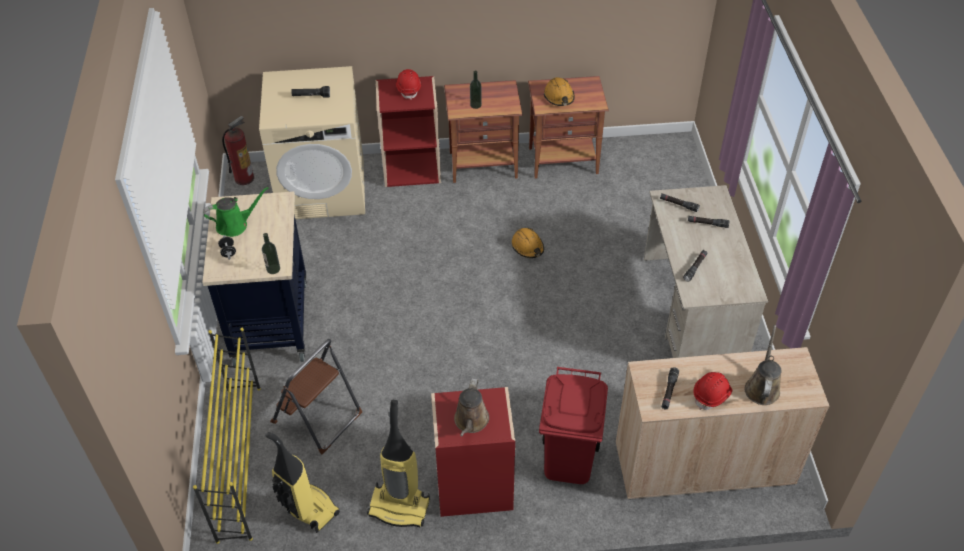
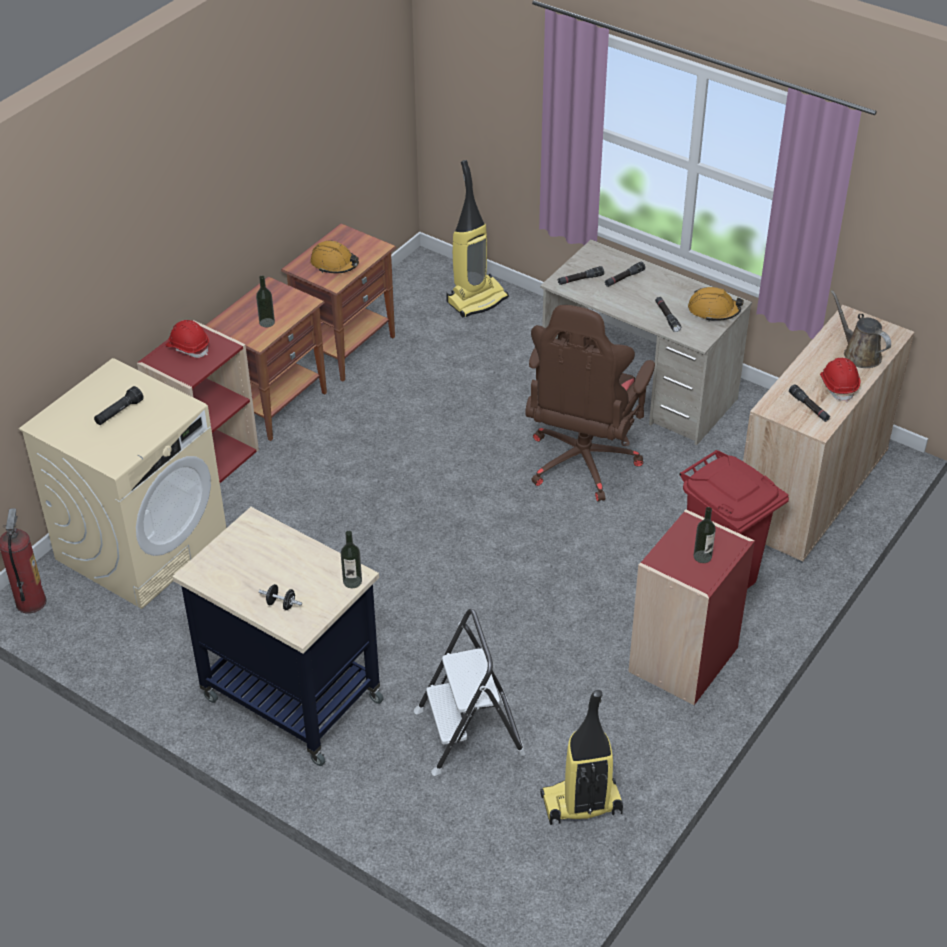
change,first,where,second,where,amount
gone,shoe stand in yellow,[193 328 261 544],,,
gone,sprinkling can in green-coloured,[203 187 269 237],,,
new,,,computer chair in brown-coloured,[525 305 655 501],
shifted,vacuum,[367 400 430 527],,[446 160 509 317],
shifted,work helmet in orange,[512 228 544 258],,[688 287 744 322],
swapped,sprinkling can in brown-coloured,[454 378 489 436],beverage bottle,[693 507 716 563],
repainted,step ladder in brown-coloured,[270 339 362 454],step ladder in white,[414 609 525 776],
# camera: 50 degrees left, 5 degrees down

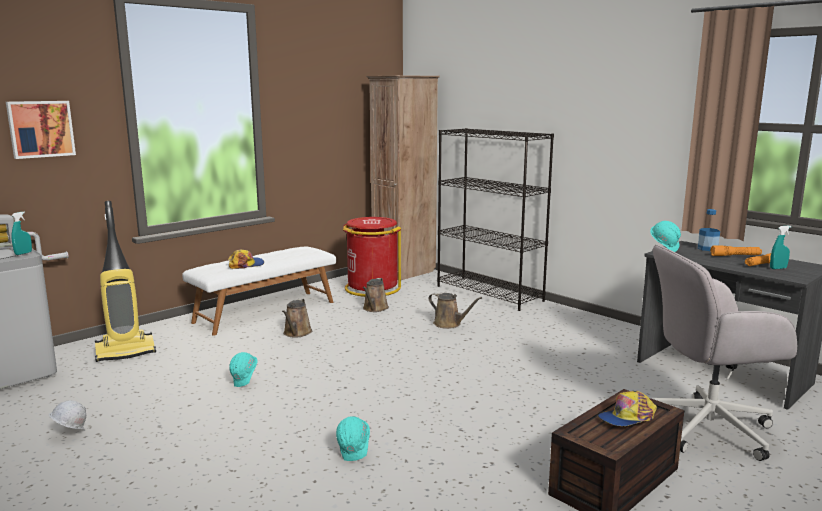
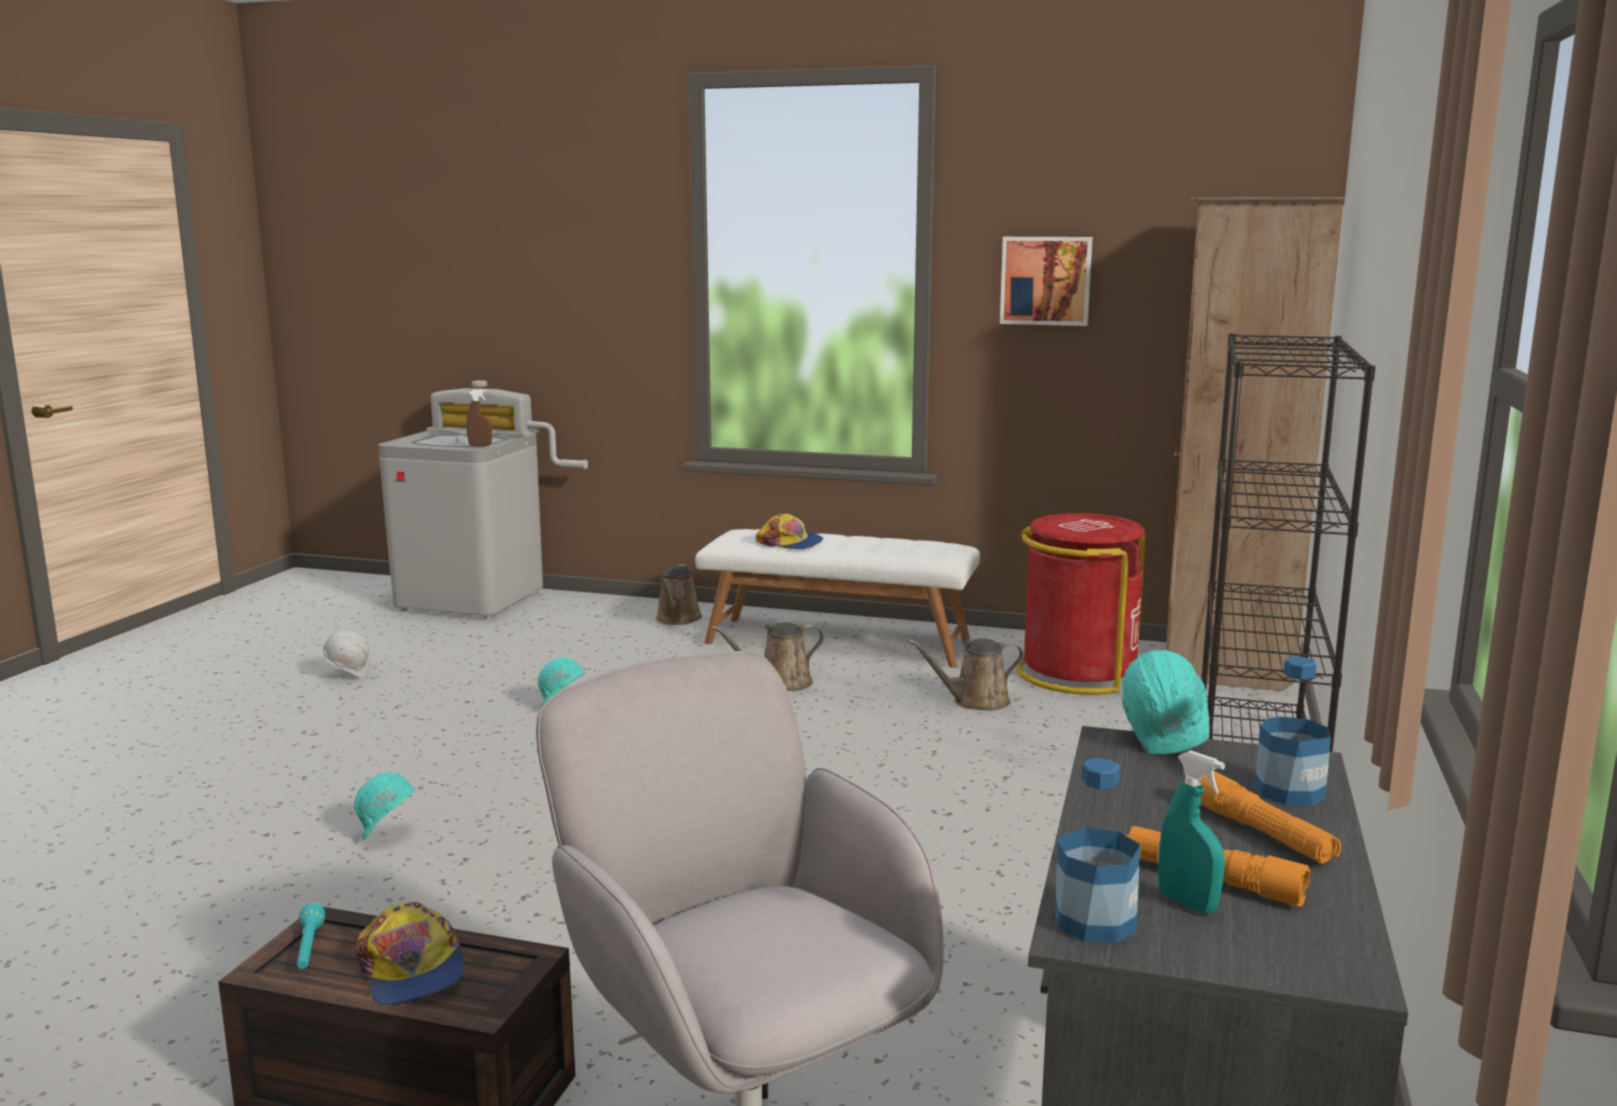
change,first,where,second,where,amount
gone,vacuum,[95 201 156 362],,,
new,,,hand torch in turquoise-coloured,[297 903 325 969],
new,,,beverage bottle,[1055 758 1140 943],
shifted,wall picture,[6 101 76 159],,[1000 237 1092 326],
shifted,sprinkling can in brown-coloured,[429 293 482 329],,[656 564 702 625],
repainted,spray bottle in turquoise-coloured,[11 212 32 255],spray bottle in brown-coloured,[466 389 492 446],
rotated,peaked cap,[598 391 657 426],,[357 902 464 1005],150 degrees counterclockwise
# camera: 60 degrees right, 0 degrees up

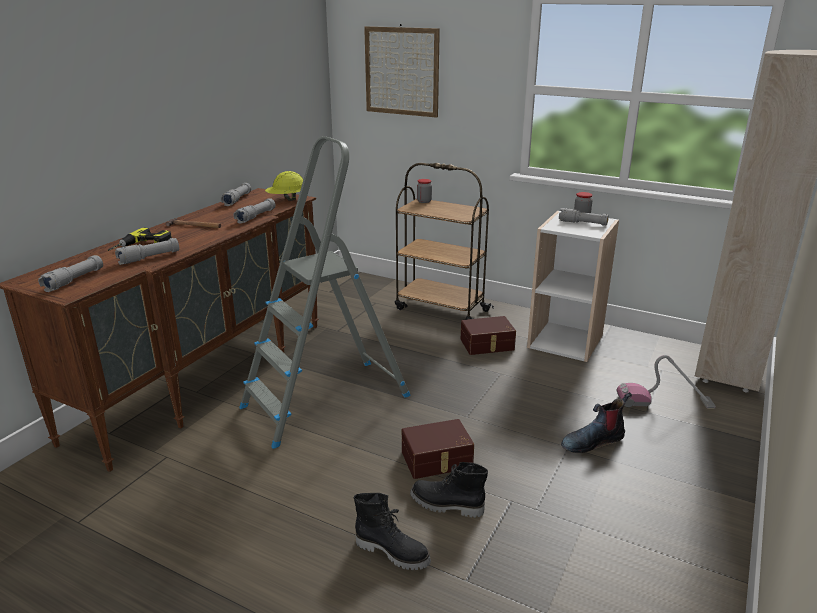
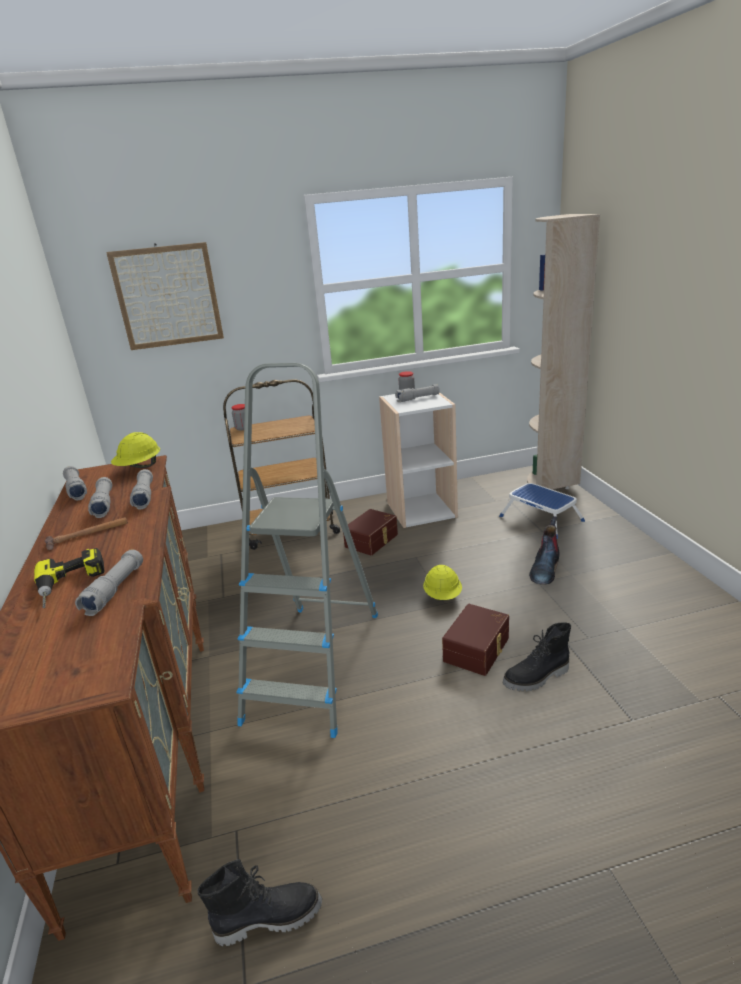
change,first,where,second,where,amount
new,,,work helmet in yellow,[423 565 462 600],
shifted,hand torch in grey,[38 255 103 292],,[88 477 112 518],
shifted,tall boot in black-coloured,[354 493 431 570],,[197 859 322 946],
swapped,vacuum,[617 355 716 409],step ladder in bluish,[499 483 585 539],
# camera: 40 degrees left, 0 degrees up

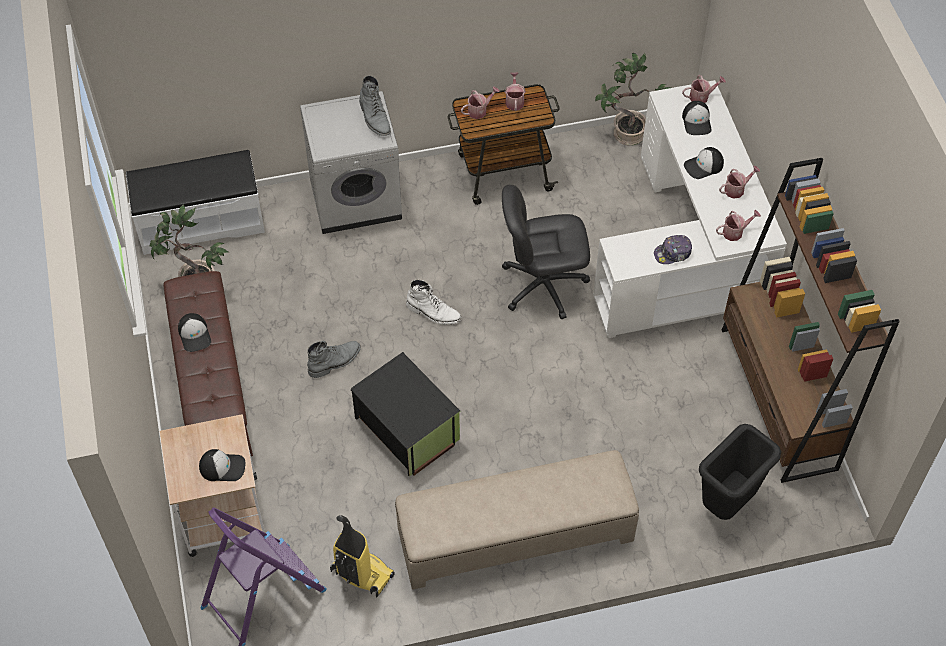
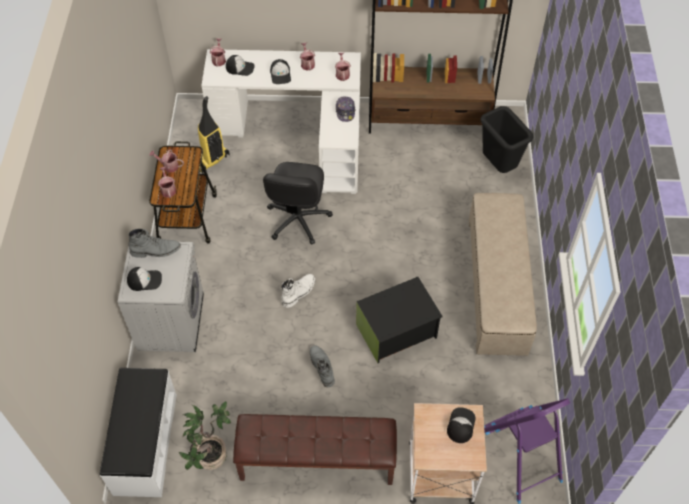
change,first,where,second,where,amount
gone,potted plant,[595 52 671 146],,,
shifted,peaked cap,[178 313 211 352],,[127 267 162 291],
shifted,vacuum,[330 515 395 597],,[193 96 230 174],
# camera: 75 degrees left, 0 degrees up

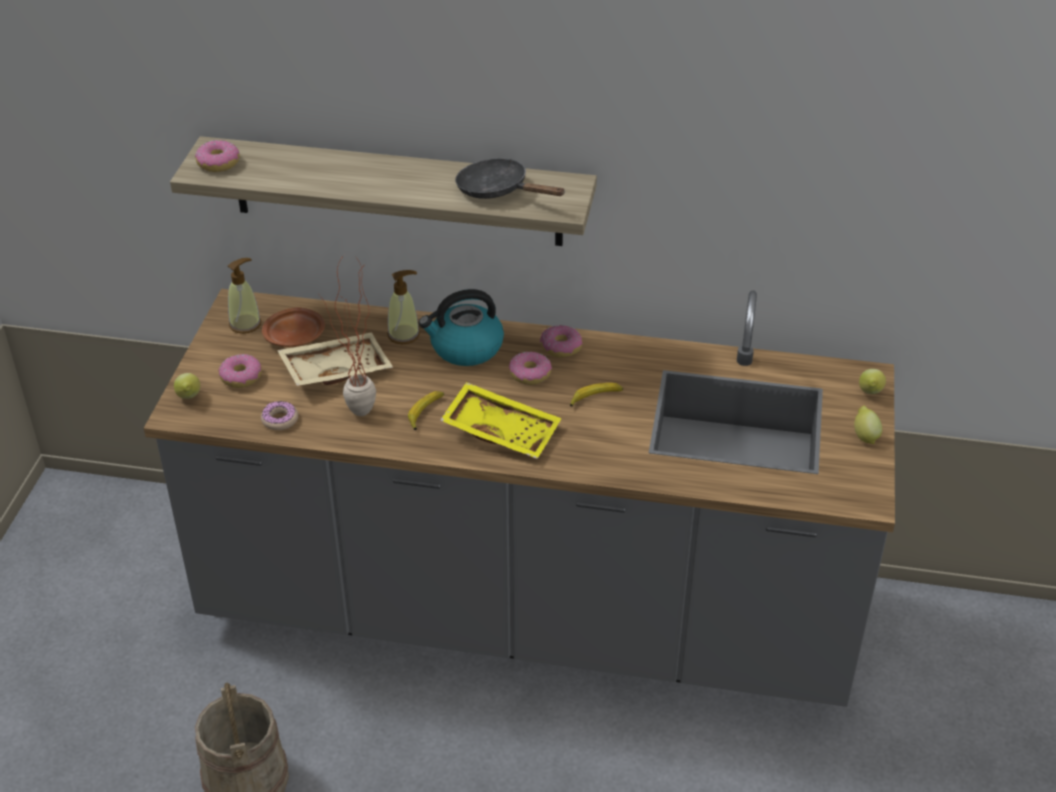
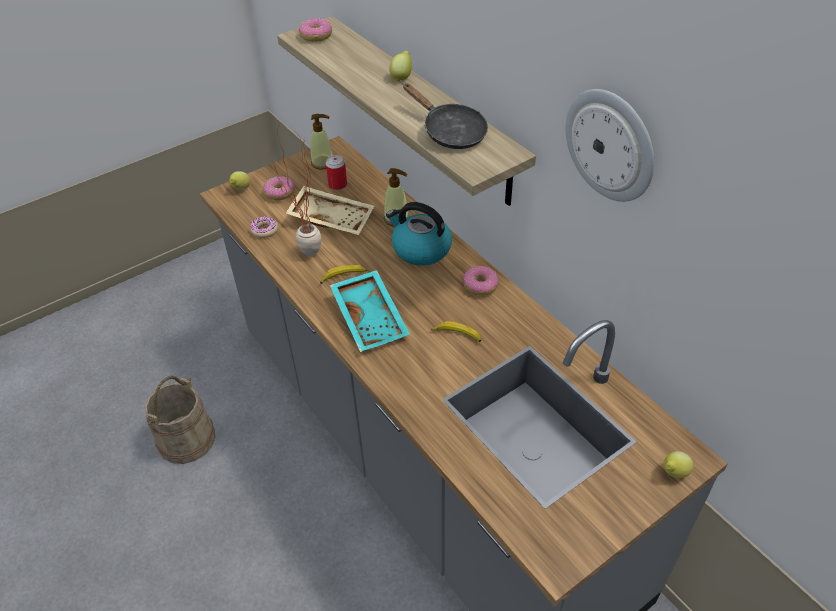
change,first,where,second,where,amount
gone,donut,[509 351 552 385],,,
new,,,clock on the wall,[565 89 654 202],
shifted,citrus fruit,[854 406 882 444],,[389 51 412 82],
swapped,plate in brown-coloured,[262 307 325 347],can,[326 155 347 190],
repainted,carrying tray in yellow,[440 382 562 459],carrying tray in turquoise-coloured,[330 270 410 352],
rotated,frying pan in black-coloured,[455 158 565 199],,[403 83 488 149],150 degrees clockwise
# camera: 45 degrees right, 5 degrees up

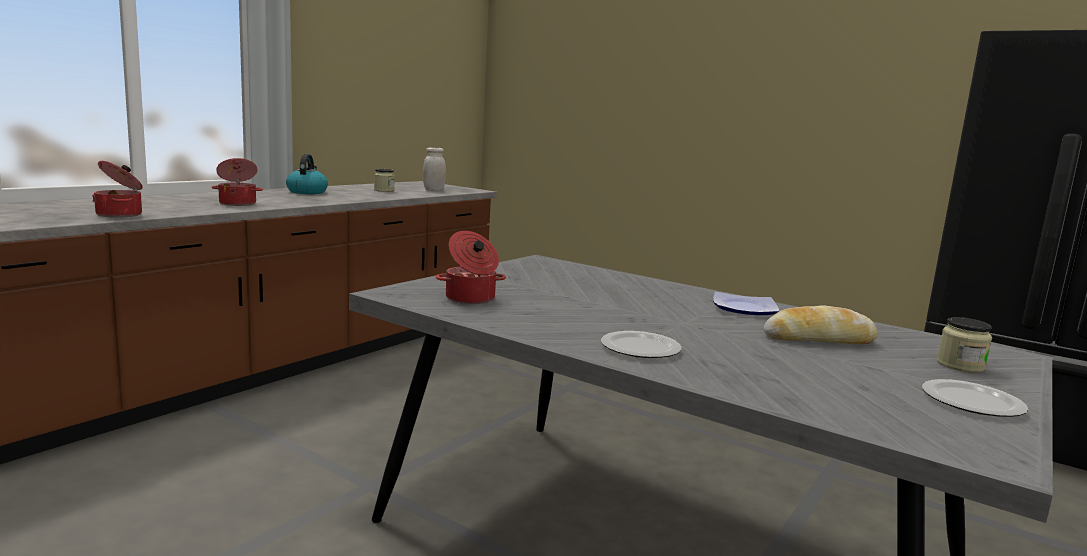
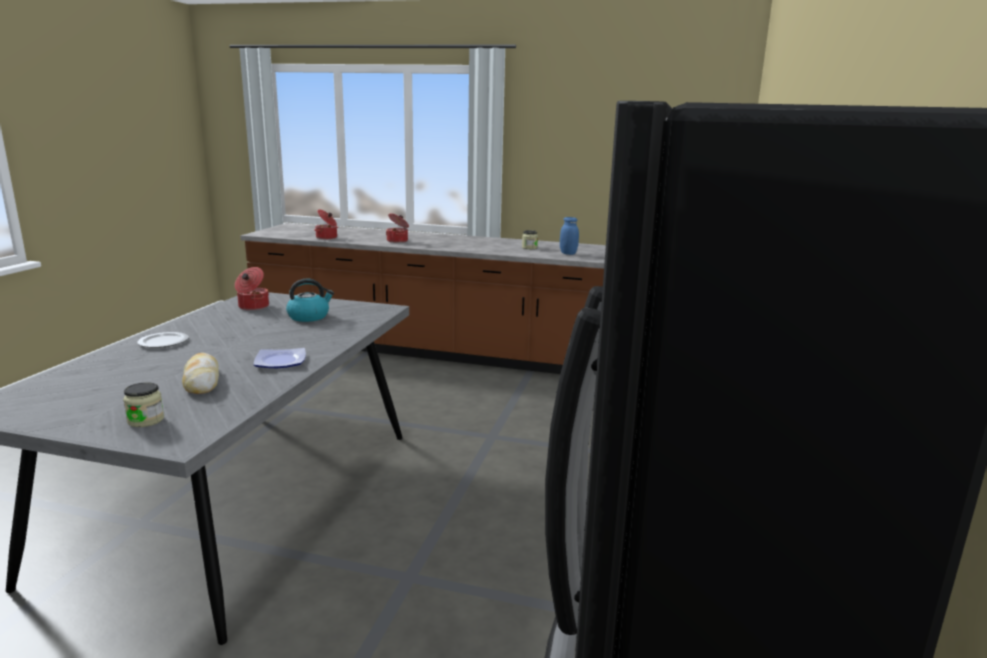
change,first,where,second,where,amount
gone,plate,[922 379 1028 417],,,
shifted,water kettle,[286 154 328 194],,[286 279 334 322],
repainted,preserve jar in white,[423 147 446 191],preserve jar in bluish,[560 217 579 255],
# camera: 70 degrees right, 5 degrees up

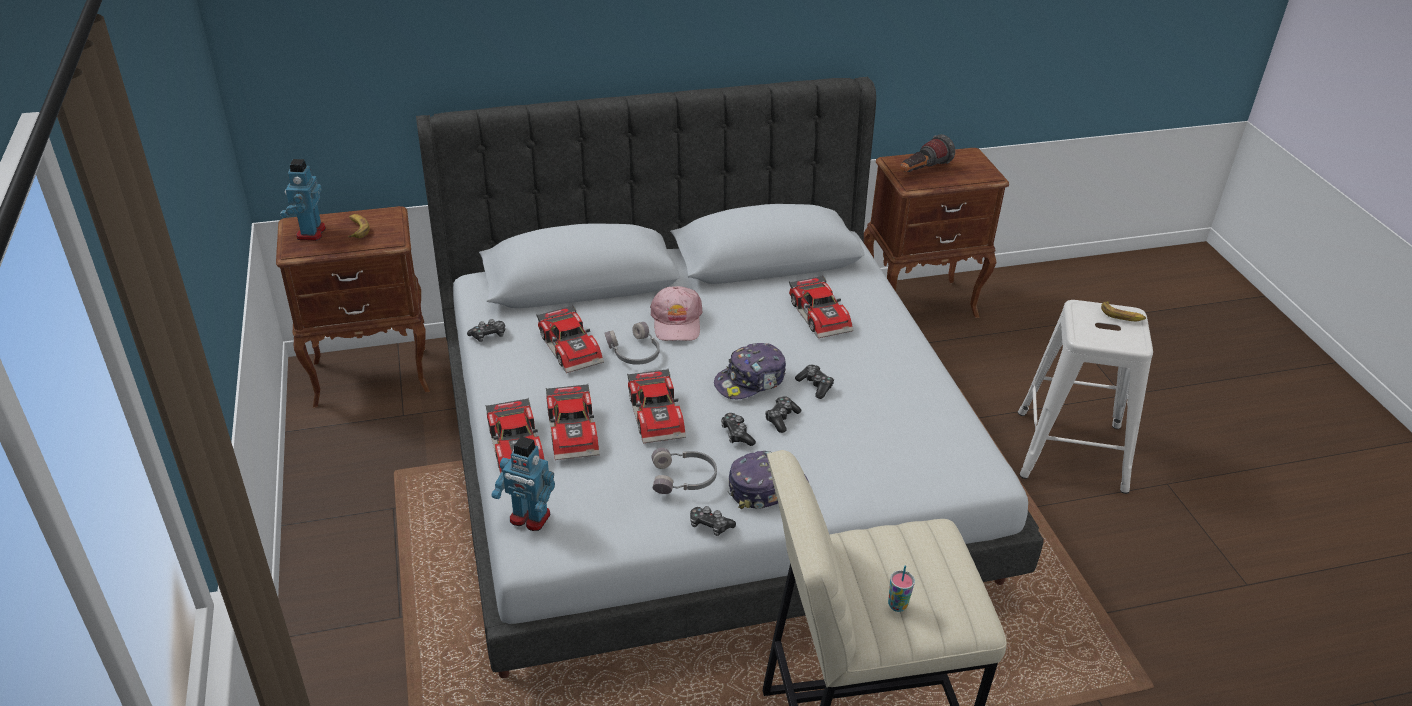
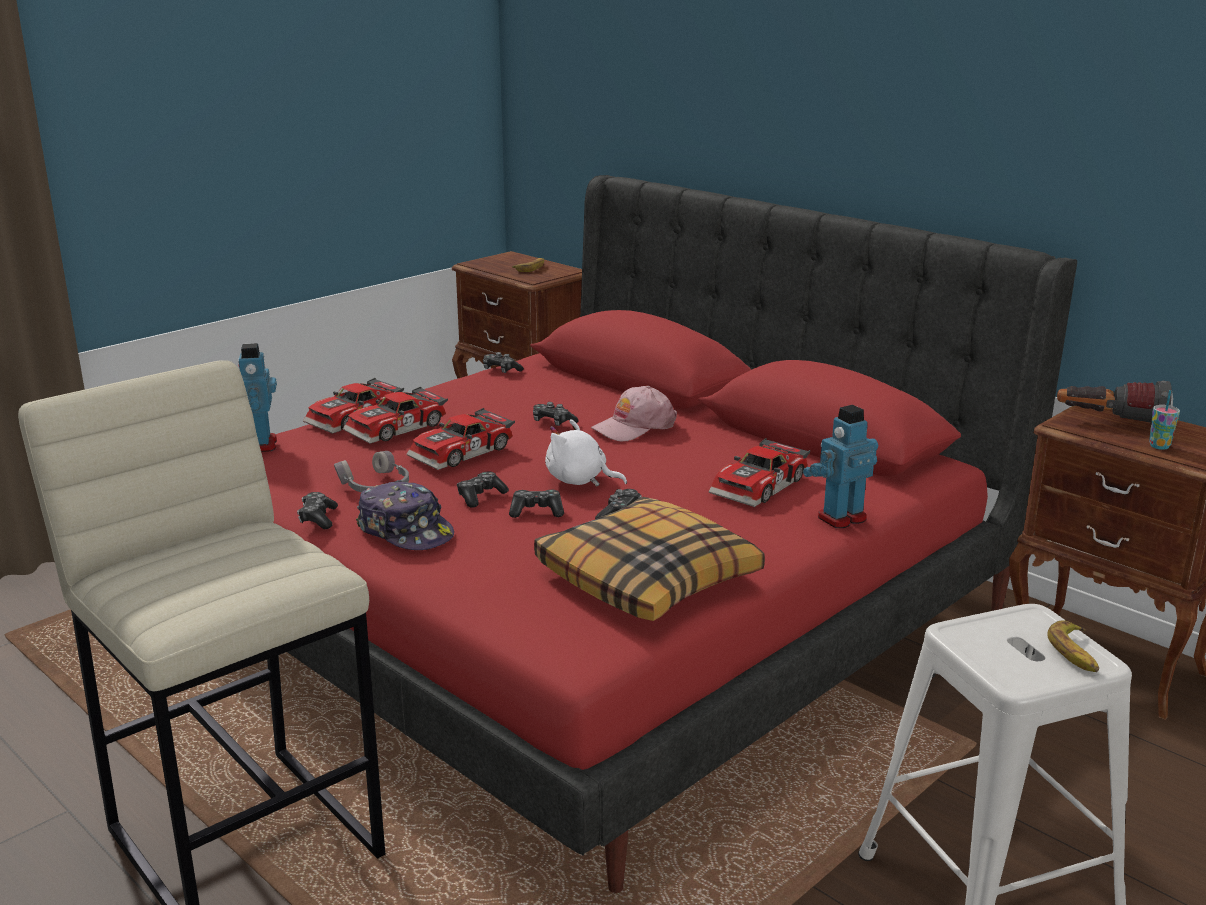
change,first,where,second,where,amount
gone,miniature car,[536 305 604 373],,,
new,,,cushion,[534 497 765 621],
shifted,robot figure,[280 159 326 241],,[803 405 878 528],
shifted,small cup,[888 565 915 612],,[1149 390 1180 450],
swapped,pair of headphones in grey,[604 322 660 365],joypad,[533 402 579 426],
swapped,peaked cap,[714 343 786 399],plush toy in white,[545 419 627 487],
repainted,bedroom bed in grey,[416 77 1044 678],bedroom bed in red,[261 175 1077 893],
# camera: 60 degrees right, 15 degrees down

